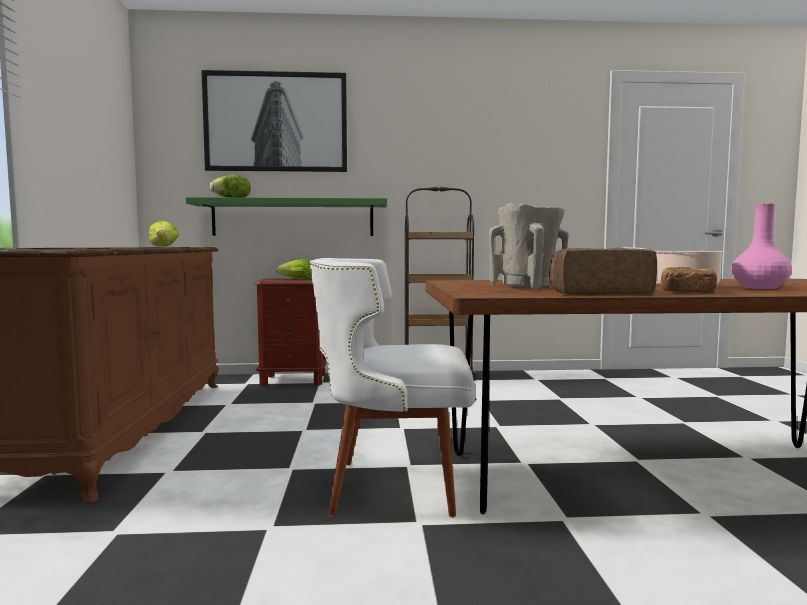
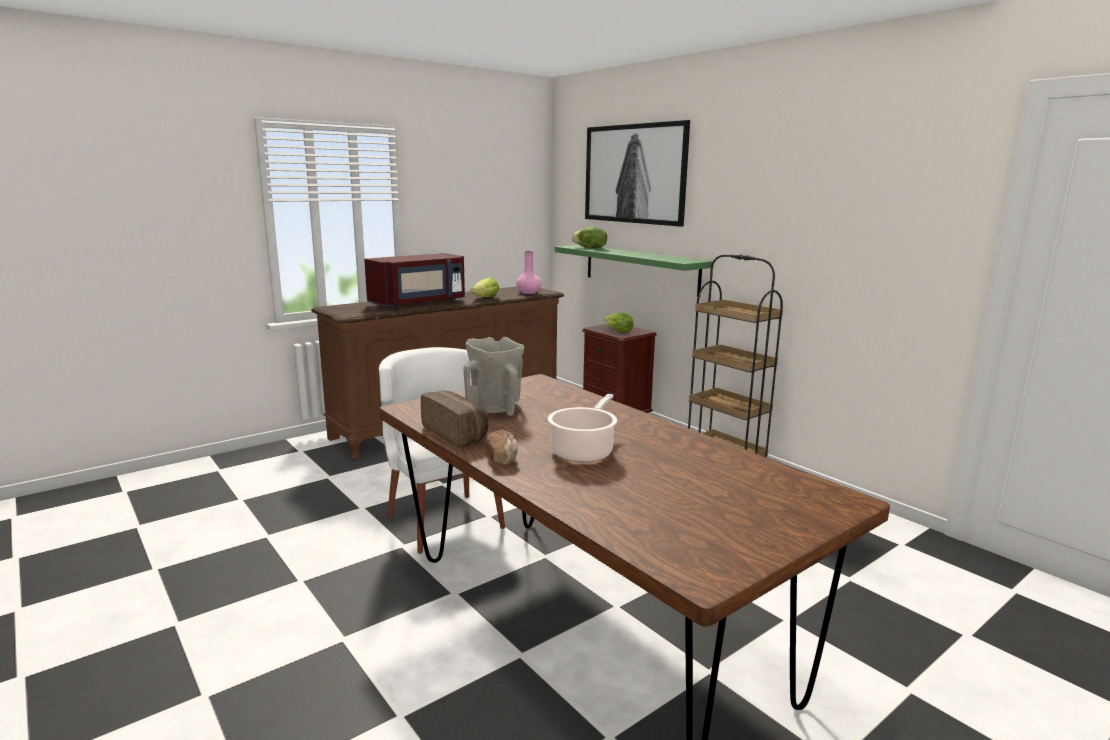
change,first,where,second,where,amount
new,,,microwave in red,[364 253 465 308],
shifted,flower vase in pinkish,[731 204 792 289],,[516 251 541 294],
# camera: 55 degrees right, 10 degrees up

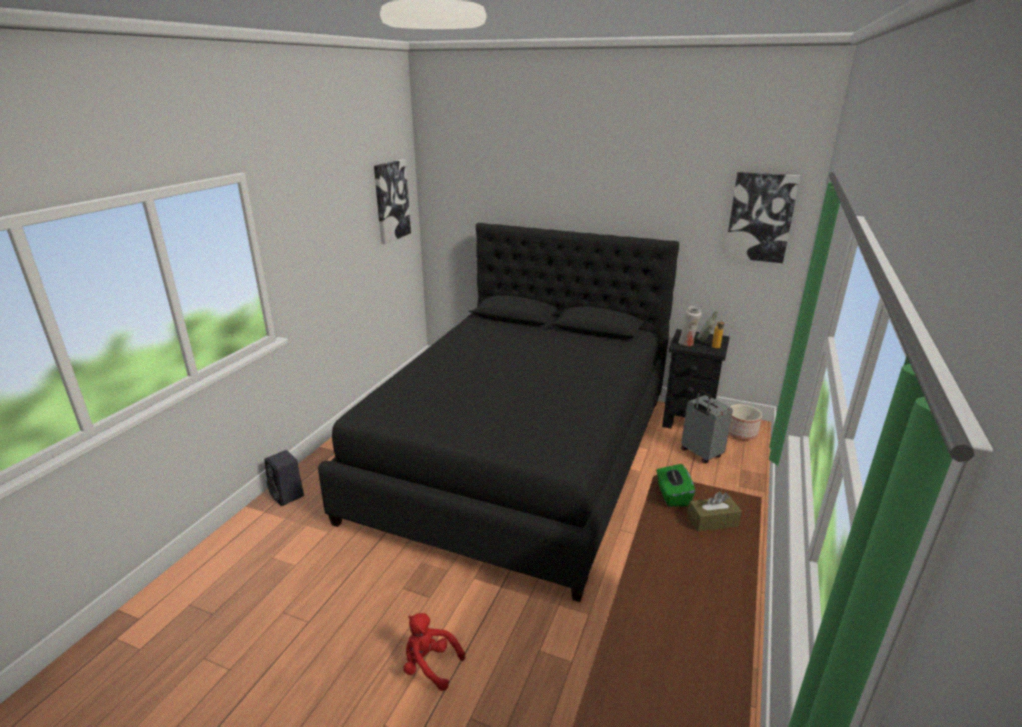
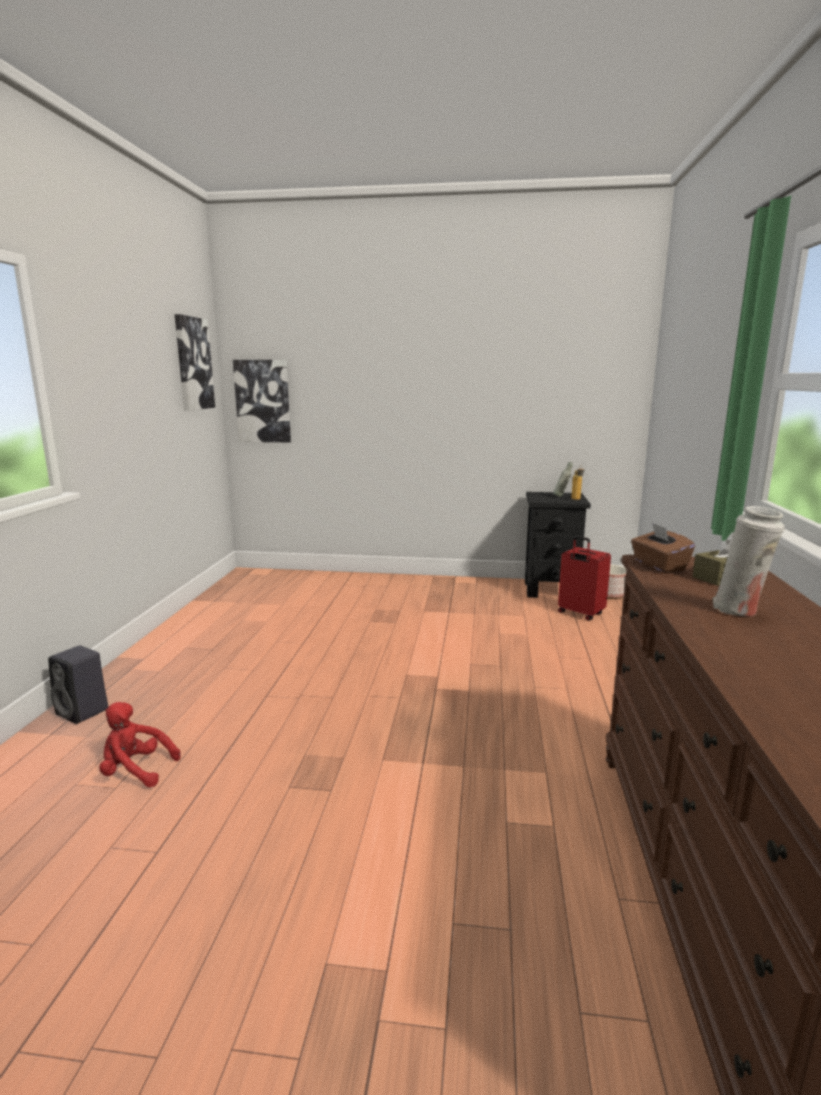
change,first,where,second,where,amount
gone,bedroom bed in black-coloured,[318 223 679 602],,,
shifted,plush toy in red,[403 613 465 691],,[99 702 181 787],
shifted,flower vase in white,[678 306 702 346],,[712 506 785 616],
shifted,wall picture,[724 172 800 263],,[233 360 291 442],
repainted,box of tissues in green-coloured,[656 464 695 507],box of tissues in brown-coloured,[631 523 695 573],
repainted,piece of luggage in grey,[681 390 733 463],piece of luggage in red,[558 536 611 621],
# camera: 15 degrees left, 10 degrees down

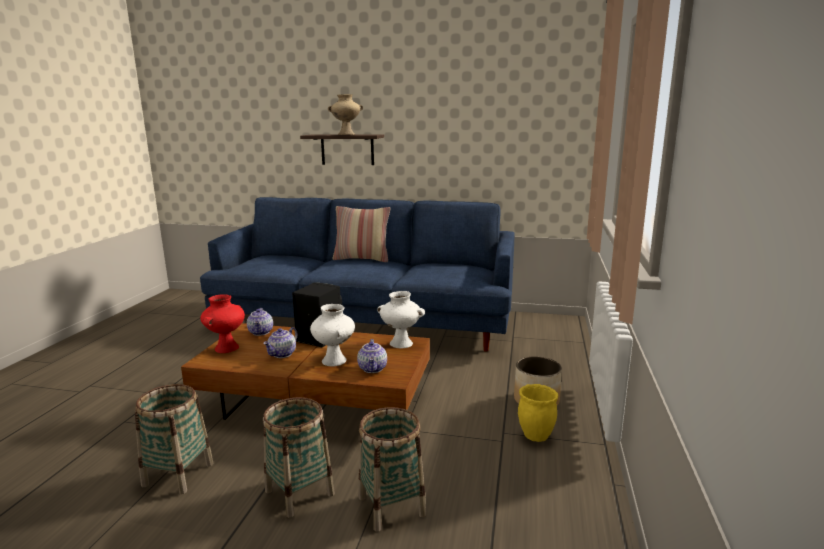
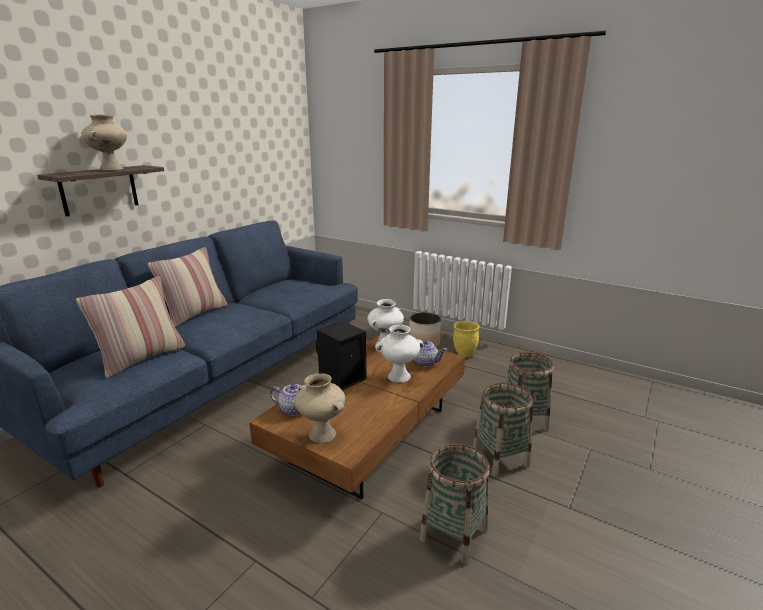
change,first,where,second,where,amount
gone,tea pot,[263 327 298 358],,,
new,,,cushion,[76 276 185 378],
repainted,flower vase in red,[200 294 245 353],flower vase in beige,[294 373 345 443],
# camera: 70 degrees left, 5 degrees up

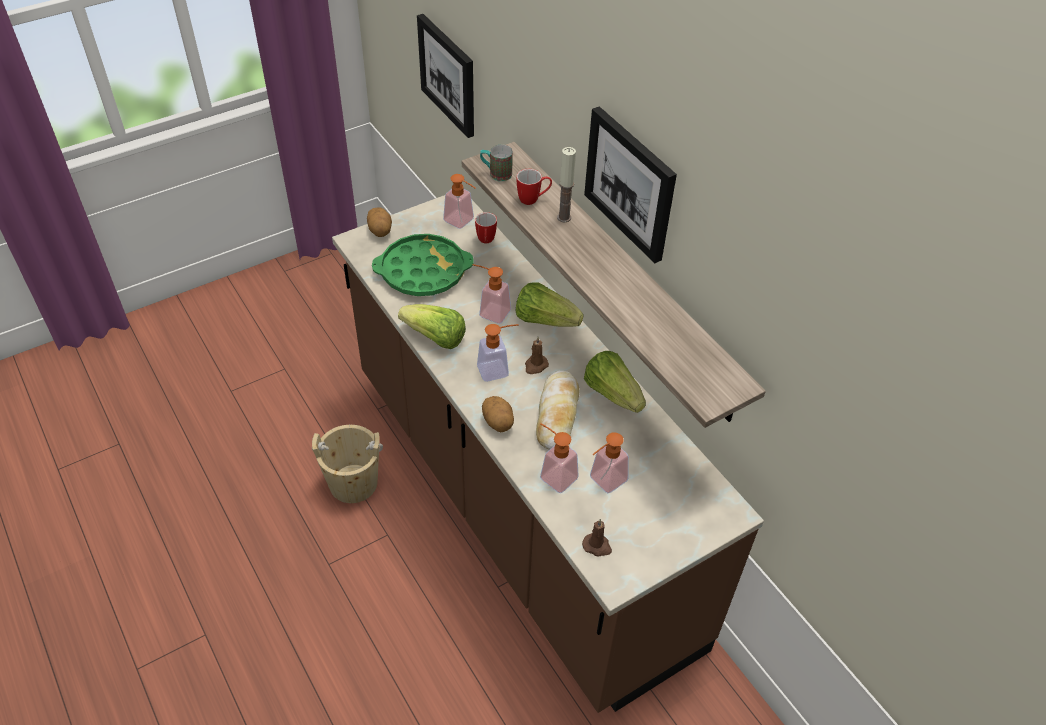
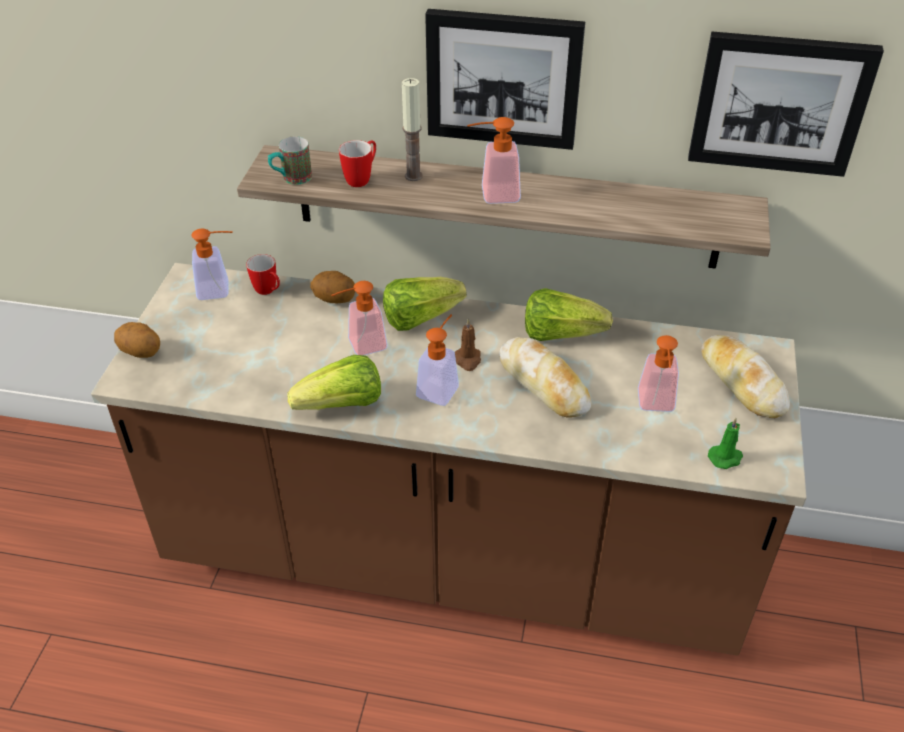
change,first,where,second,where,amount
gone,pail in beige,[312 425 383 503],,,
gone,carrying tray in green-coloured,[372 234 473 296],,,
new,,,bakery bread,[701 335 790 418],
shifted,wall picture,[417 14 474 138],,[688 31 884 177],
shifted,potato,[482 396 514 432],,[310 271 355 303],
shifted,liquid soap bottle,[540 423 579 493],,[467 117 521 204],
repainted,wax candle in brown-coloured,[582 519 612 556],wax candle in green-coloured,[708 418 743 469],
# camera: 45 degrees left, 5 degrees down

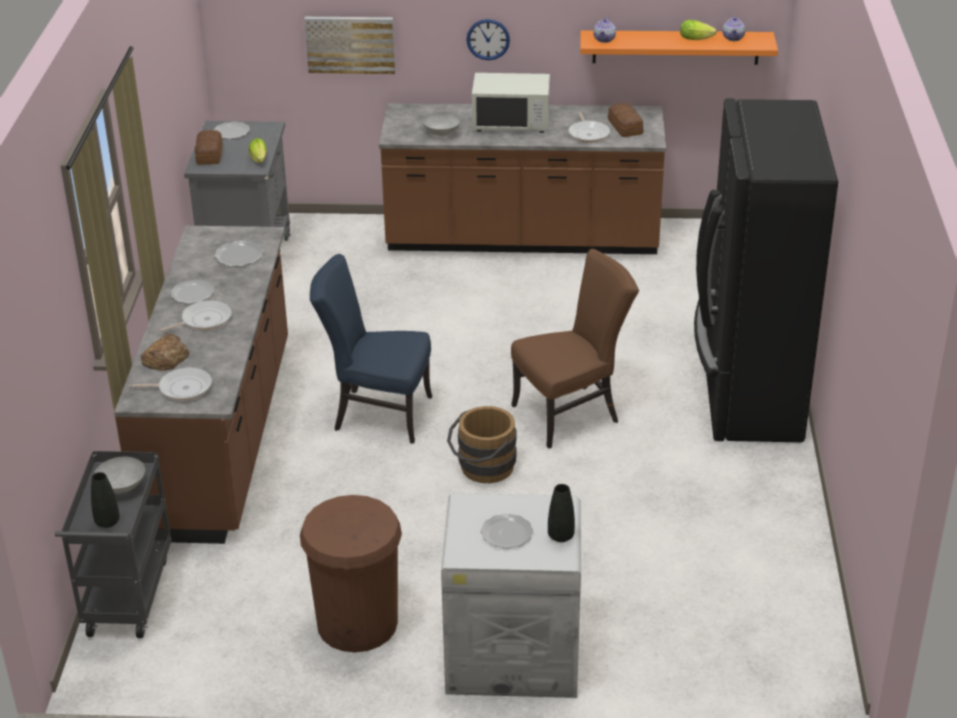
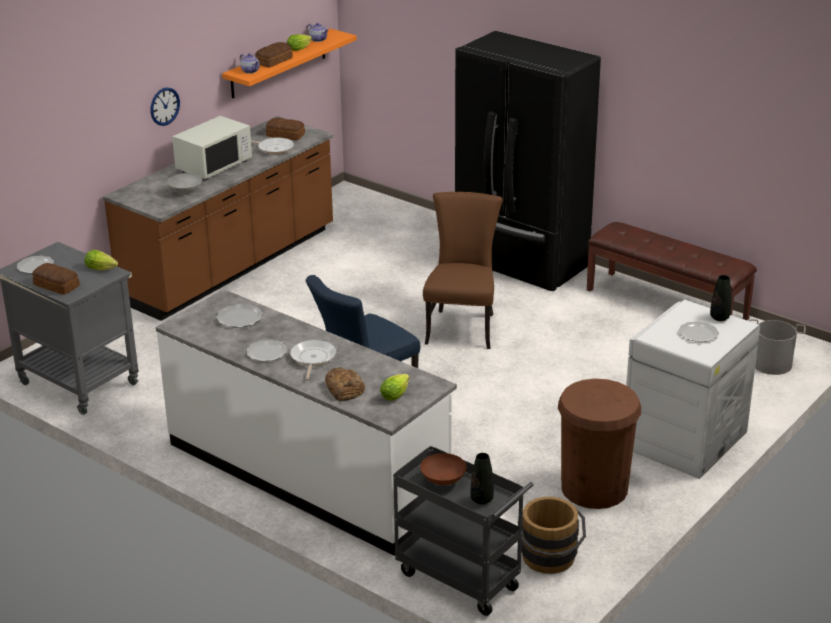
change,first,where,second,where,amount
gone,wall picture,[304 17 395 74],,,
new,,,bakery bread,[255 42 293 68],
new,,,indoor bench in brown-coloured,[587 222 757 320],
new,,,pail in grey,[749 319 806 375],
shifted,pail in brown-coloured,[447 406 516 483],,[517 497 586 574],
swapped,frying pan,[129 367 212 401],lettuce,[380 374 409 401],
repainted,serving bowl in grey,[94 457 145 493],serving bowl in brown-coloured,[420 453 466 485],
repainted,counter in brown-coloured,[114 226 288 544],counter in white,[156 289 457 556],
# camera: 55 degrees left, 5 degrees down

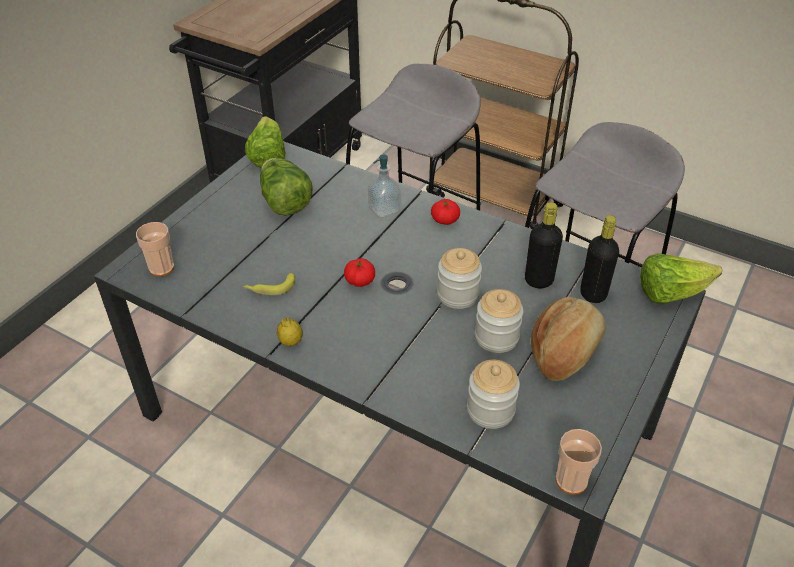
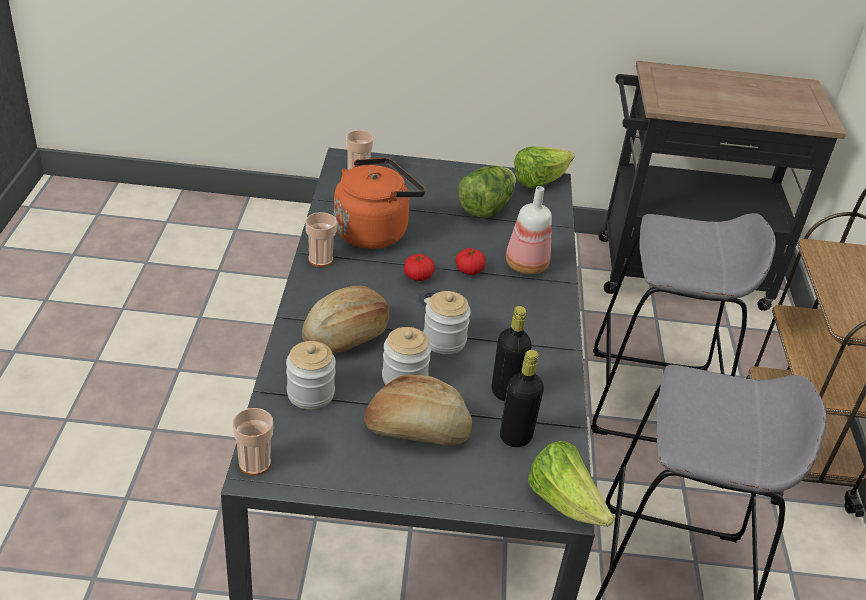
change,first,where,second,where,amount
new,,,bakery bread,[302 286 389 354],
shifted,whole tomato,[431 199 460 225],,[455 248 486 275],
swapped,banana fruit,[243 273 295 295],water kettle in orange,[334 158 426 249],
swapped,citrus fruit,[277 318 303 346],small cup,[305 212 337 267],
swapped,liquid soap bottle,[368 154 400 218],beverage bottle,[506 186 552 275],
# camera: 60 degrees right, 5 degrees down

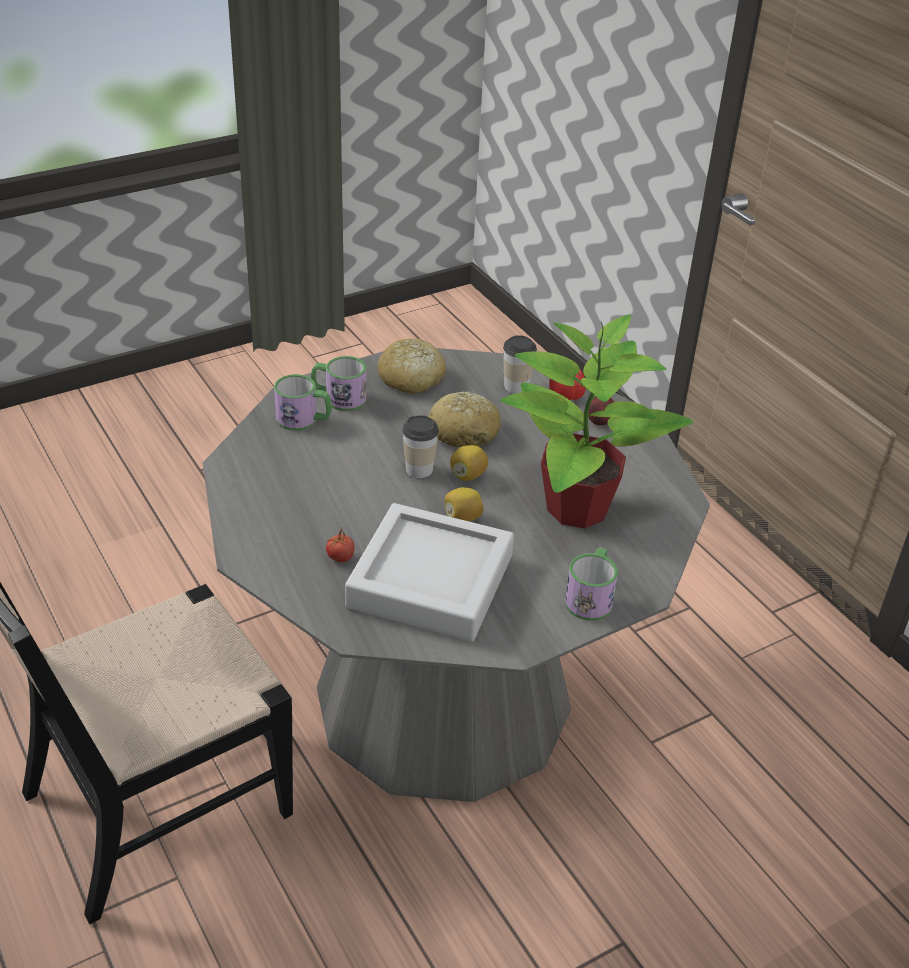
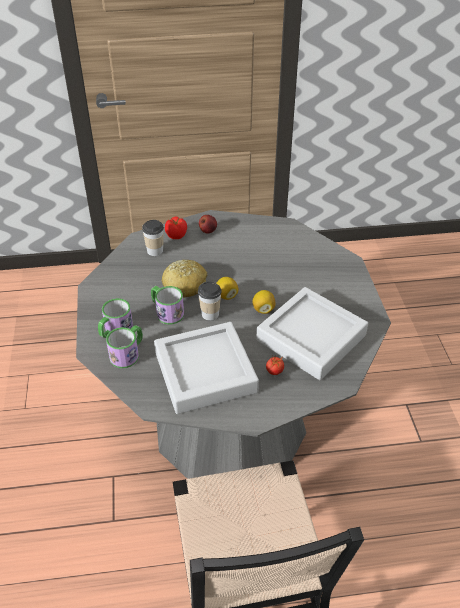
change,first,where,second,where,amount
gone,bakery bread,[378 338 447 394],,,
gone,potted plant,[500 315 693 528],,,
new,,,carrying tray in grey,[154 322 259 414],
shifted,mug,[565 547 618 621],,[151 286 184 324],
# camera: 65 degrees left, 5 degrees up

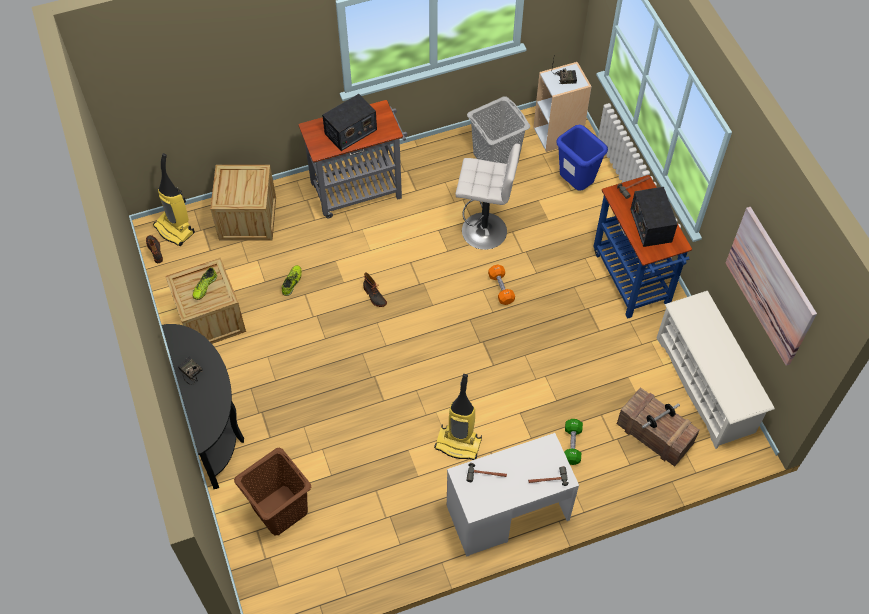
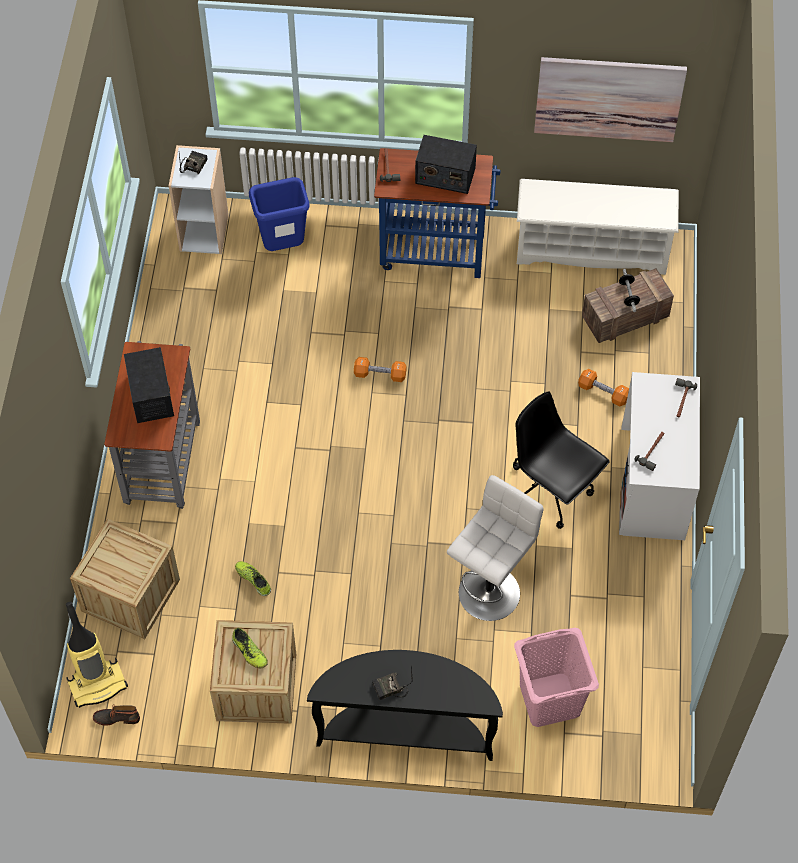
change,first,where,second,where,amount
gone,tall boot,[363 272 387 307],,,
gone,washing basket in grey,[467 97 530 164],,,
shifted,sitting stool in white,[455 144 521 250],,[447 475 544 621],
swapped,vacuum,[434 374 482 460],computer chair in black-coloured,[513 391 610 529],
repainted,washing basket in brown-coloured,[234 447 311 535],washing basket in pinkish,[514 628 599 727],
repainted,dumbbell in green-coloured,[564 419 583 465],dumbbell in orange,[578 369 629 406],
# camera: 65 degrees left, 0 degrees up

